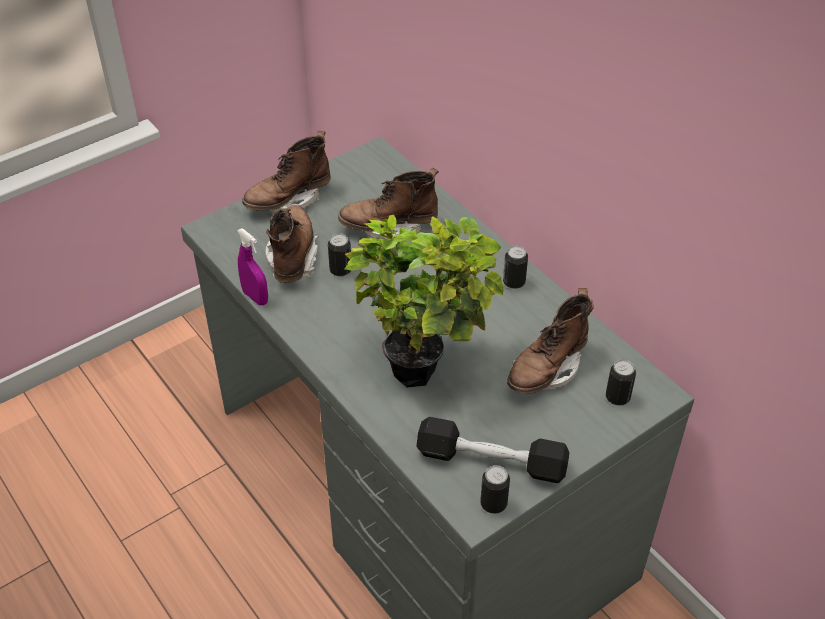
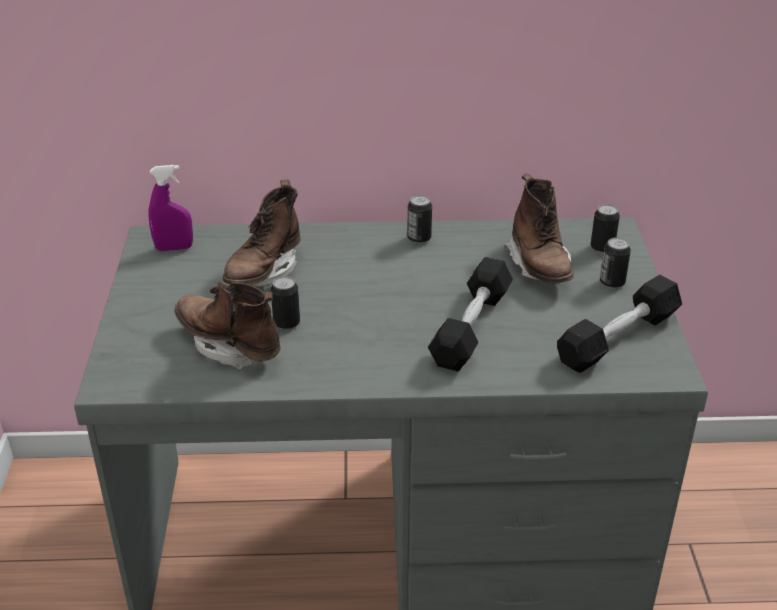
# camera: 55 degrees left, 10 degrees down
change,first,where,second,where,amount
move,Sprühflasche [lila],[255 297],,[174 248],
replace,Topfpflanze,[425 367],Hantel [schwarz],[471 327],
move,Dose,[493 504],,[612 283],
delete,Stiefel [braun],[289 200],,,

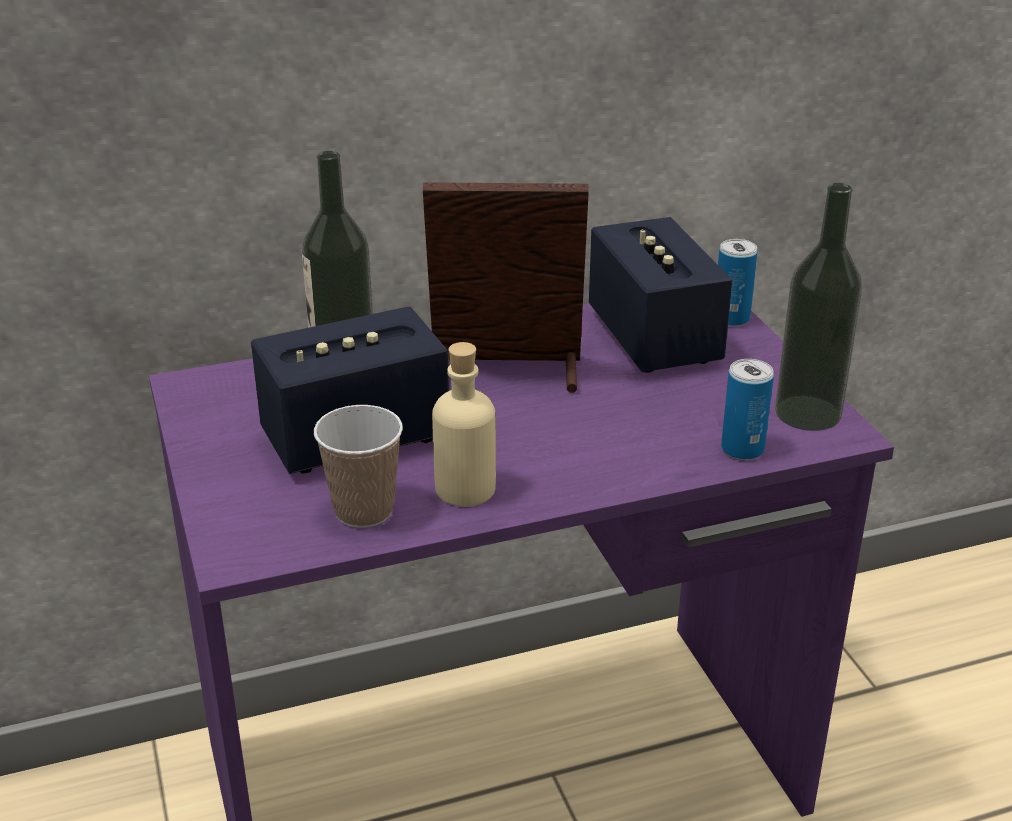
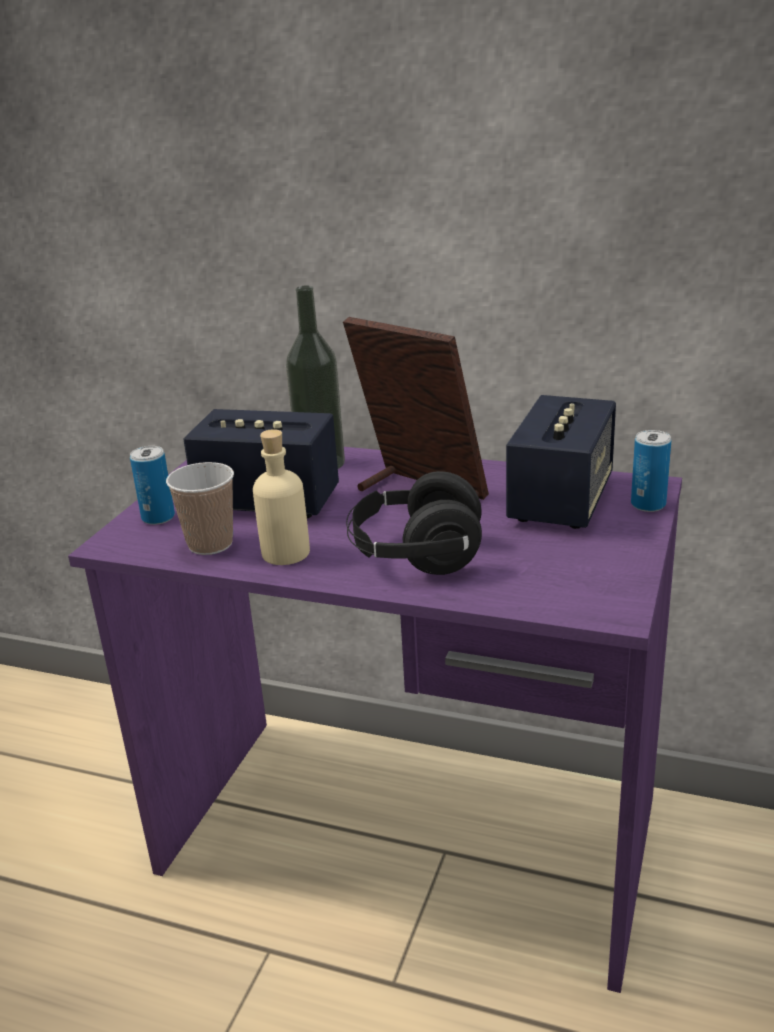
# camera: 40 degrees right, 5 degrees down
change,first,where,second,where,amount
move,Dose,[742 449],,[158 517],
insert,,,Kopfhörer [schwarz],[415 556],
delete,Flasche,[808 413],,,

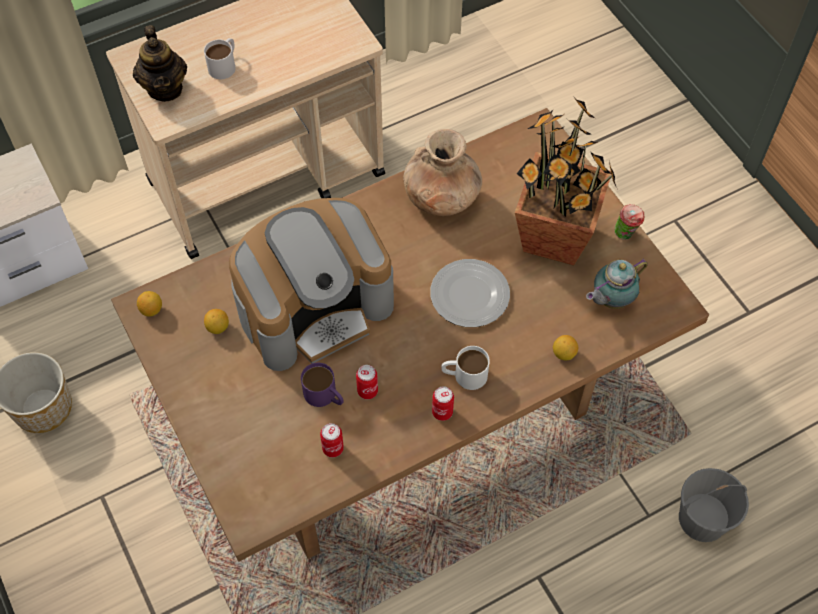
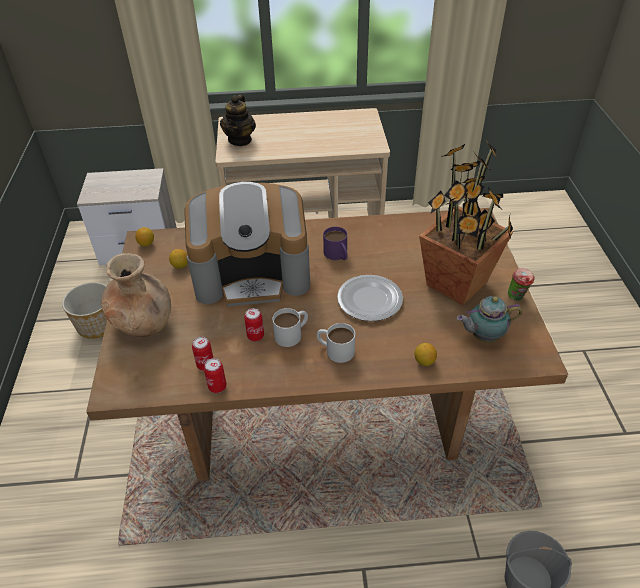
# camera: 25 degrees right, 15 degrees down
change,first,where,second,where,amount
move,Vase [braun],[442 199],,[144 323],
move,Dose,[442 412],,[217 386],
move,Henkelbecher [weiß],[224 64],,[292 333],
move,Henkelbecher [lila],[325 396],,[337 255],

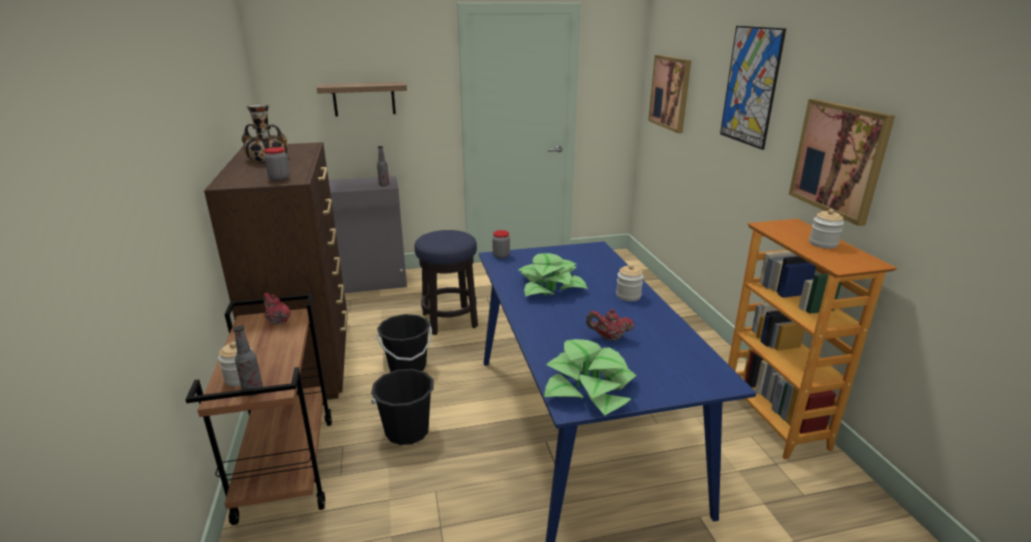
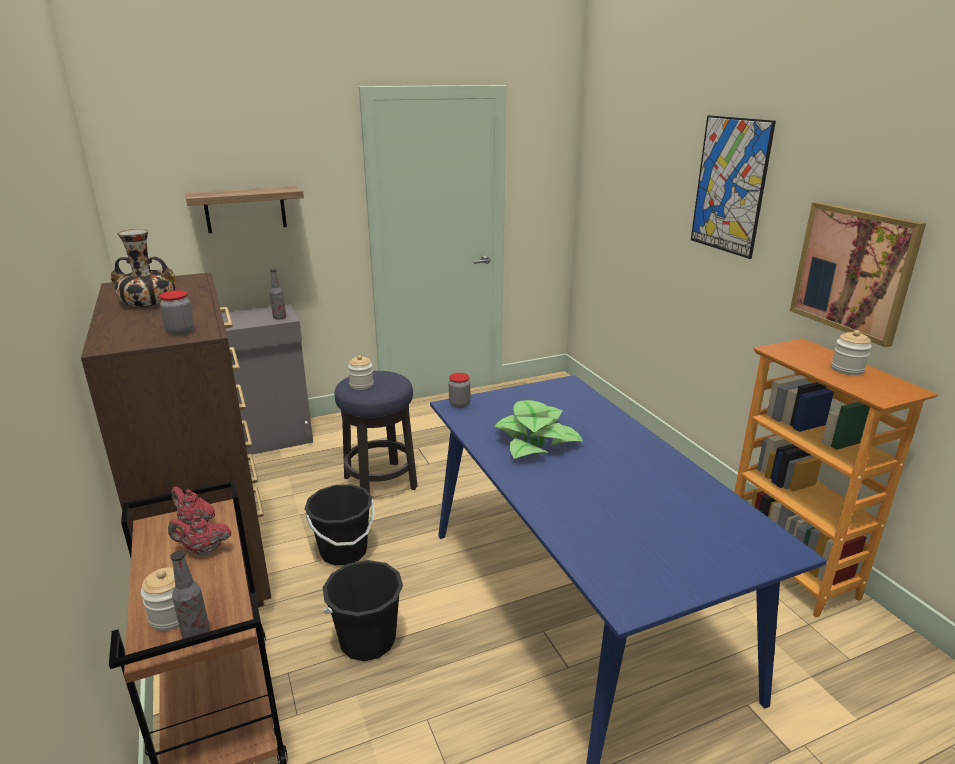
# camera: 10 degrees left, 0 degrees up
change,first,where,second,where,amount
move,Teekanne [rot],[609 338],,[203 550],
move,Vorratsglas,[628 296],,[361 385],
delete,Topfpflanze,[589 388],,,
delete,Bild,[670 92],,,

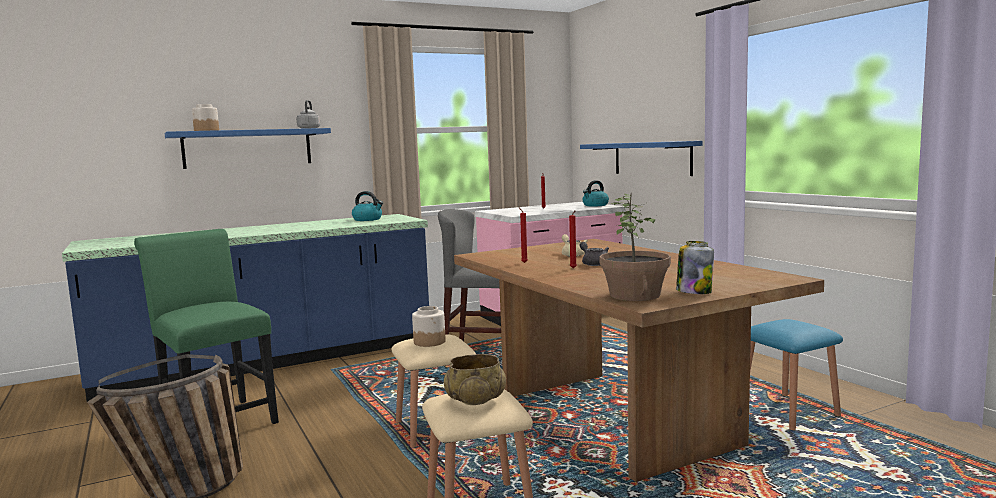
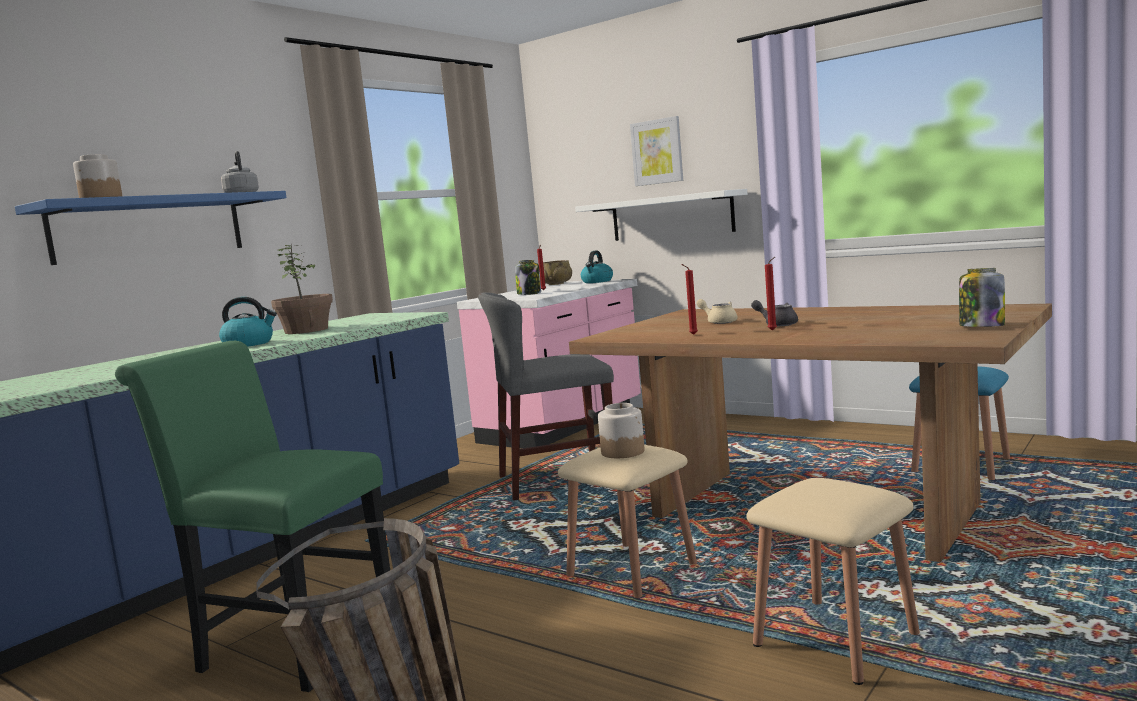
# camera: 25 degrees left, 0 degrees up
change,first,where,second,where,amount
move,Wasserkessel,[368 219],,[249 344],
move,Topfpflanze,[635 295],,[307 330],
insert,,,Vorratsglas,[529 293],
move,Schüssel [beige],[475 400],,[556 284],
recolor,Wandregal [blau],[652 158],Wandregal [weiß],[671 216],
insert,,,Bild,[657 152],

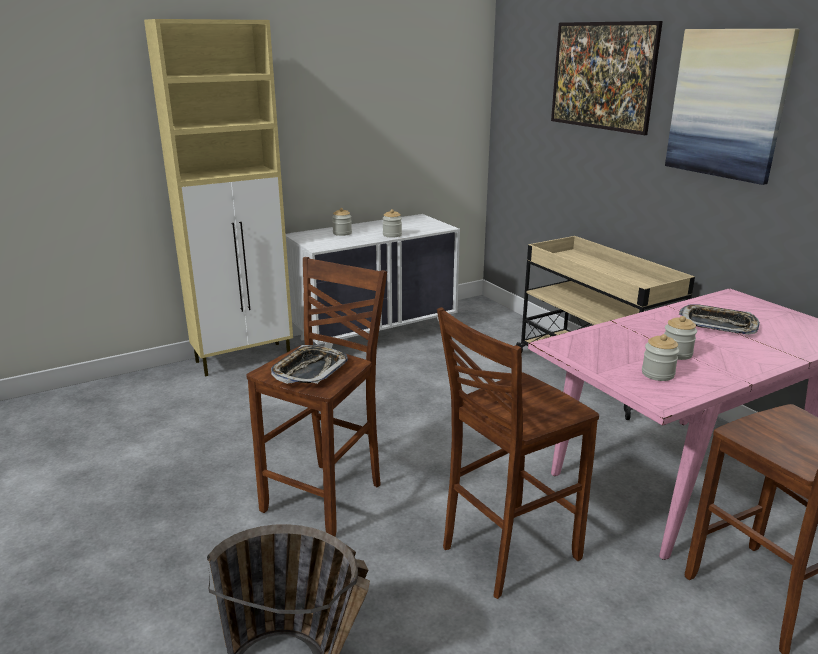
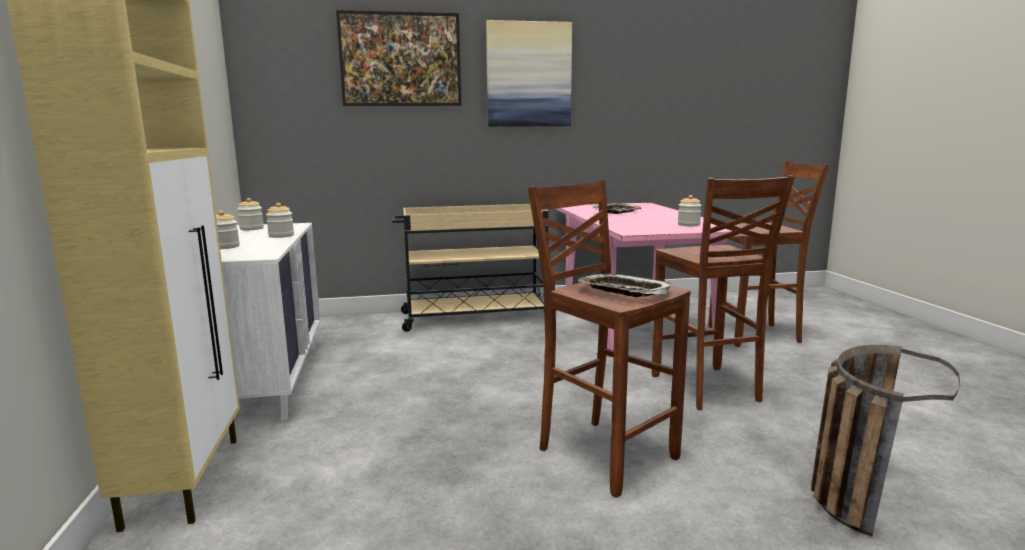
# camera: 70 degrees left, 10 degrees down
change,first,where,second,where,amount
move,Vorratsglas,[676 354],,[251 229],

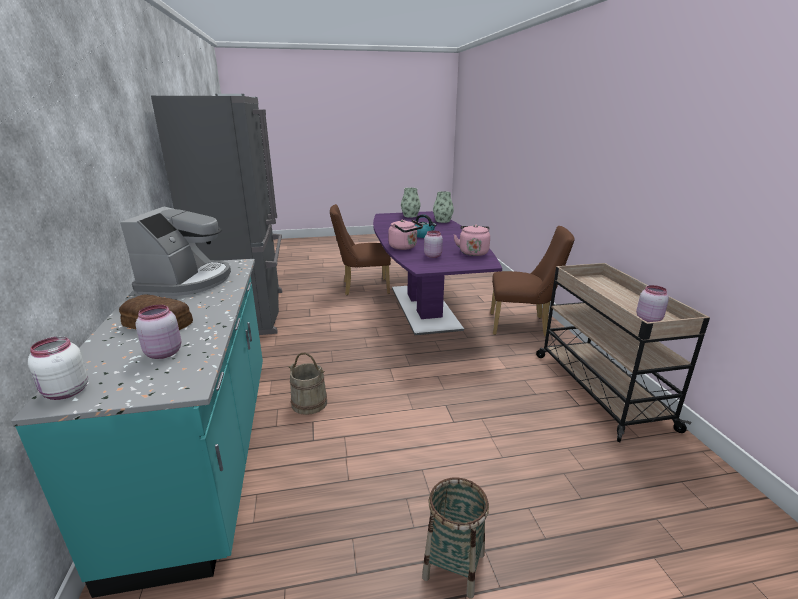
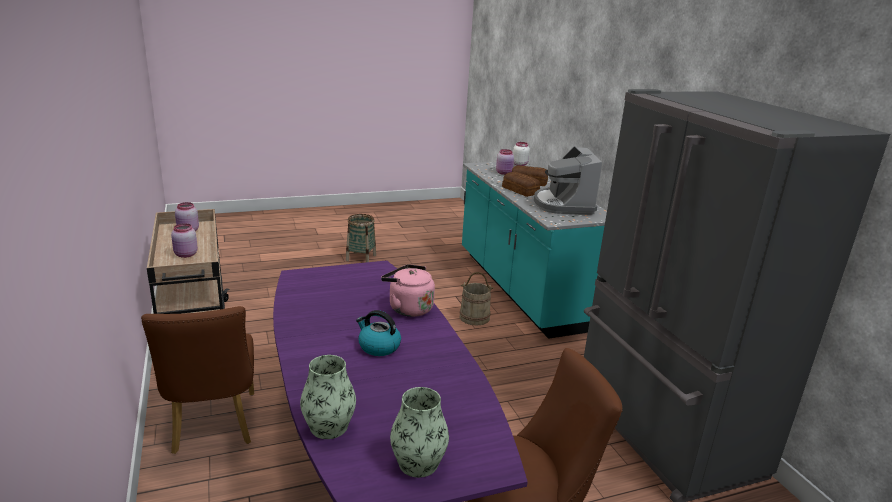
# camera: 170 degrees right, 0 degrees up
change,first,where,second,where,amount
rotate,Stuhl [braun],[523 325],,[213 427],105 degrees counterclockwise
move,Vorratsglas [rosa],[433 256],,[185 255],
insert,,,Brot,[520 190],
delete,Wasserkessel [rosa],[473 252],,,

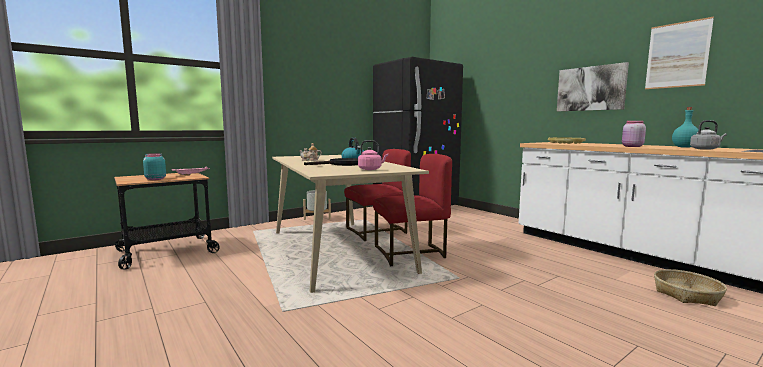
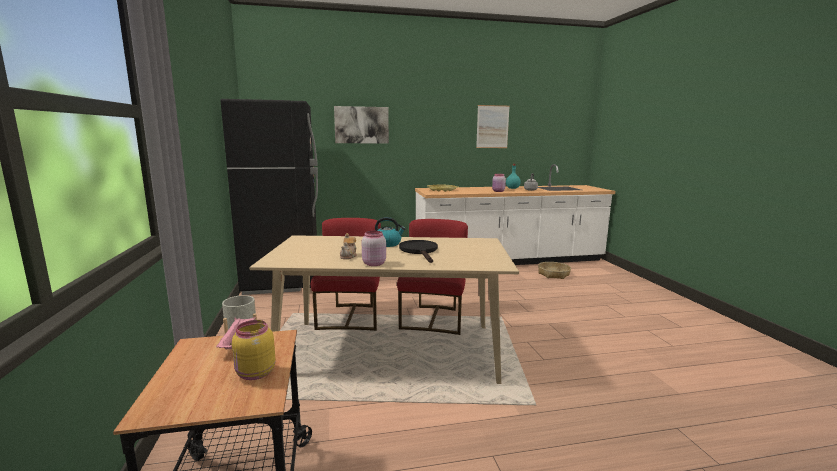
# camera: 65 degrees left, 5 degrees up
change,first,where,second,where,amount
recolor,Vorratsglas [türkis],[155 179],Vorratsglas [gelb],[255 374],
move,Bild,[590 88],,[361 125],
insert,,,Vorratsglas [rosa],[373 264],
delete,Wasserkessel [rosa],[371 169],,,

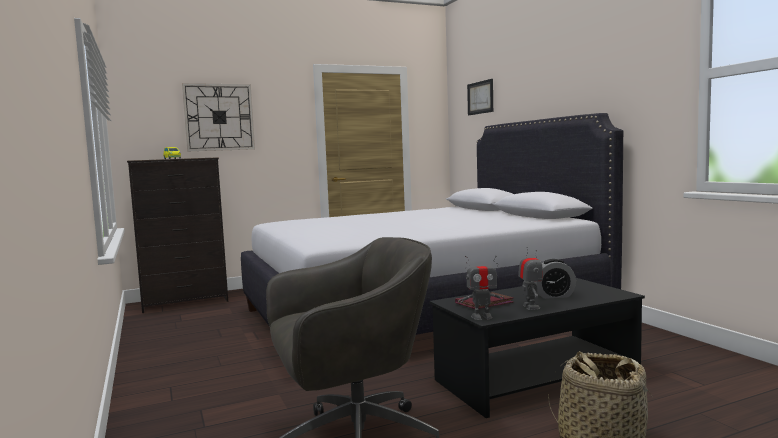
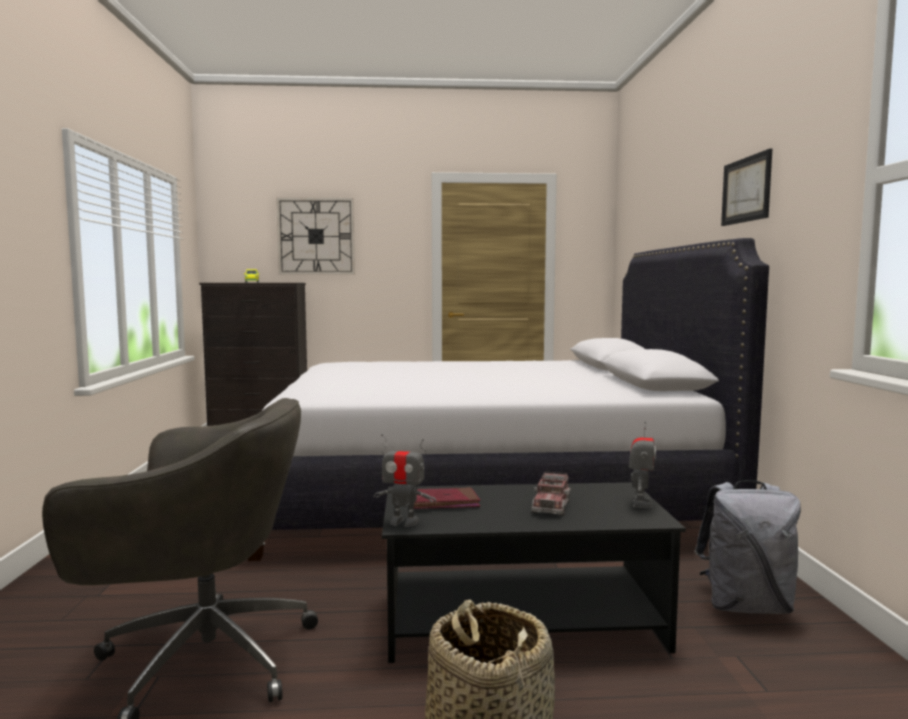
# camera: 20 degrees right, 0 degrees up
change,first,where,second,where,amount
replace,Wecker,[553 296],Spielzeuglaster,[551 506],
move,Spielzeugroboter,[530 307],,[640 503],
insert,,,Rucksack [grau],[746 606],
move,Bild,[480 97],,[746 190],

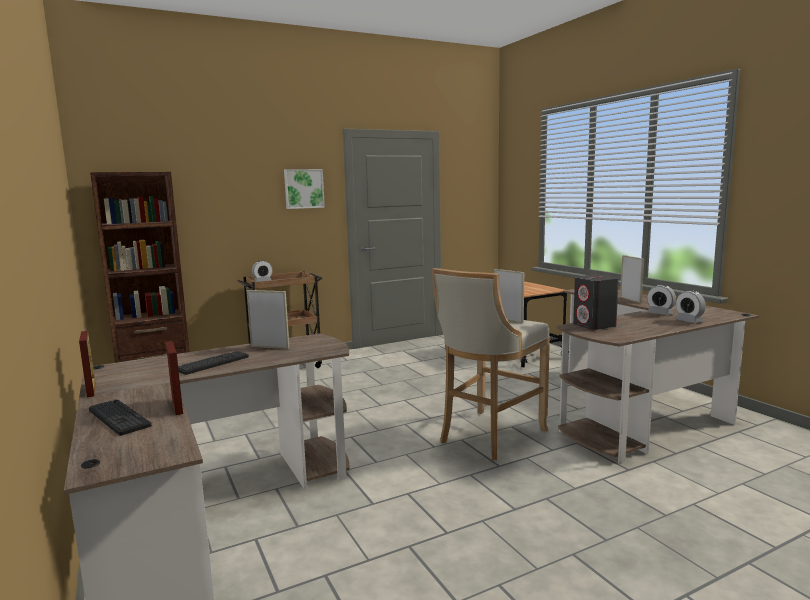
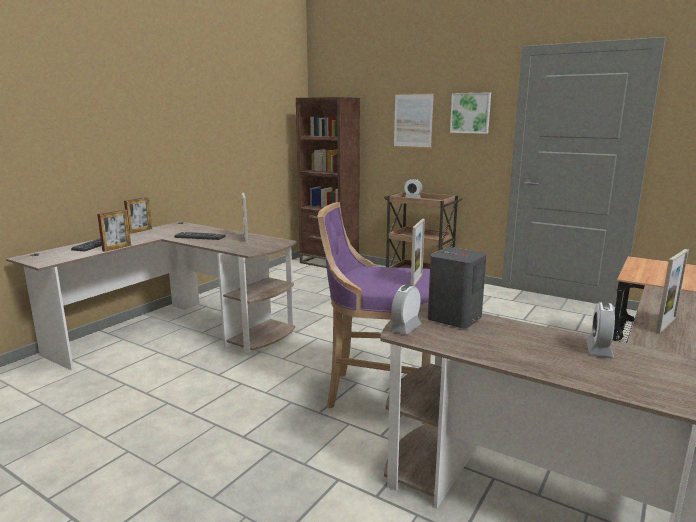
# camera: 60 degrees right, 5 degrees up
change,first,where,second,where,amount
recolor,Hocker [beige],[488 436],Hocker [lila],[376 394],
move,Wecker,[689 321],,[405 328],
insert,,,Bild,[413 120],

